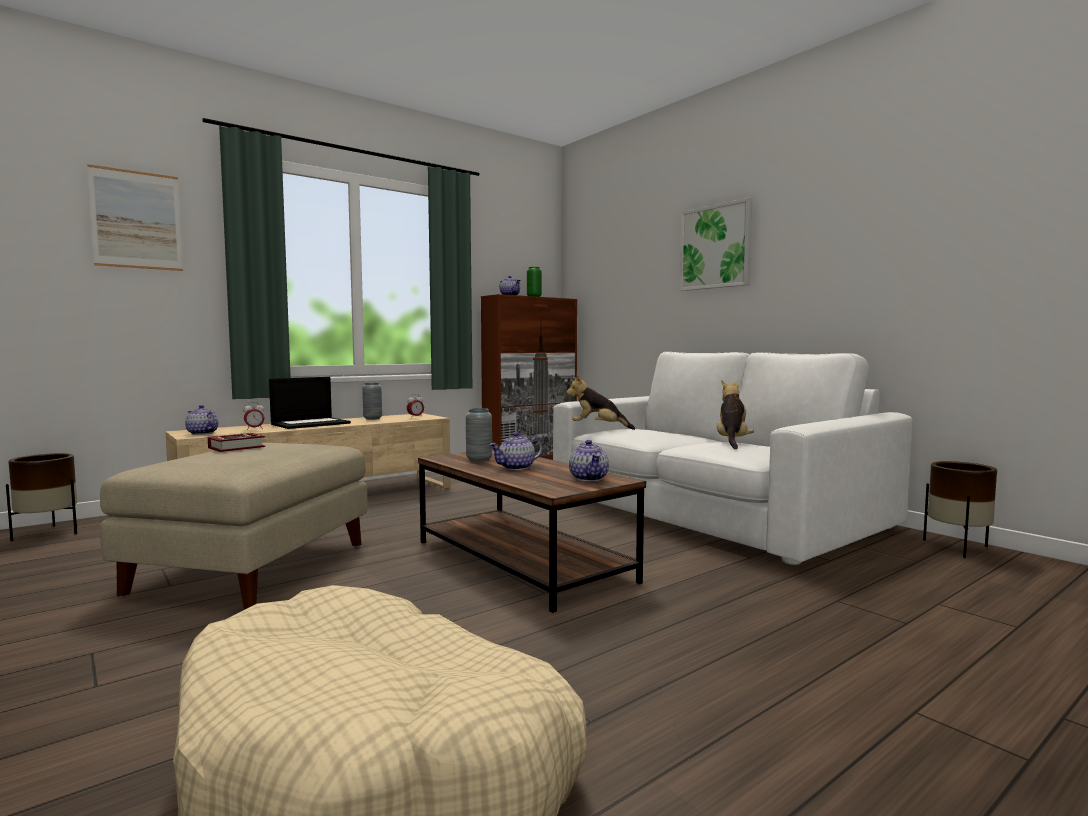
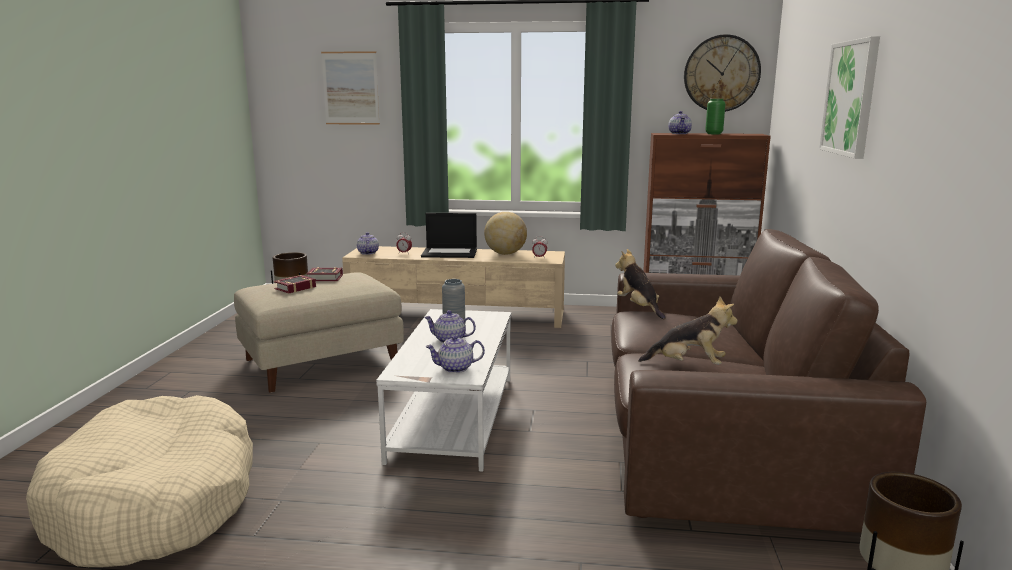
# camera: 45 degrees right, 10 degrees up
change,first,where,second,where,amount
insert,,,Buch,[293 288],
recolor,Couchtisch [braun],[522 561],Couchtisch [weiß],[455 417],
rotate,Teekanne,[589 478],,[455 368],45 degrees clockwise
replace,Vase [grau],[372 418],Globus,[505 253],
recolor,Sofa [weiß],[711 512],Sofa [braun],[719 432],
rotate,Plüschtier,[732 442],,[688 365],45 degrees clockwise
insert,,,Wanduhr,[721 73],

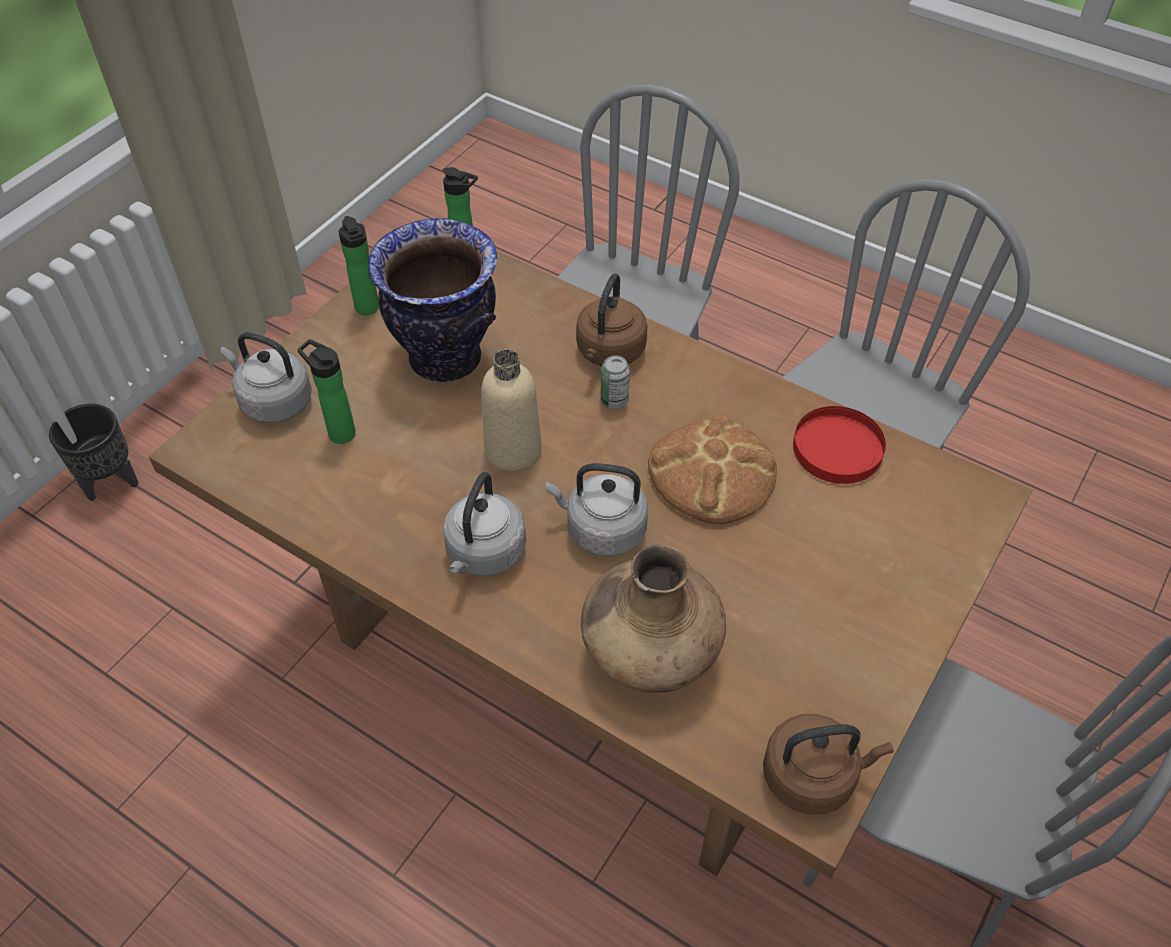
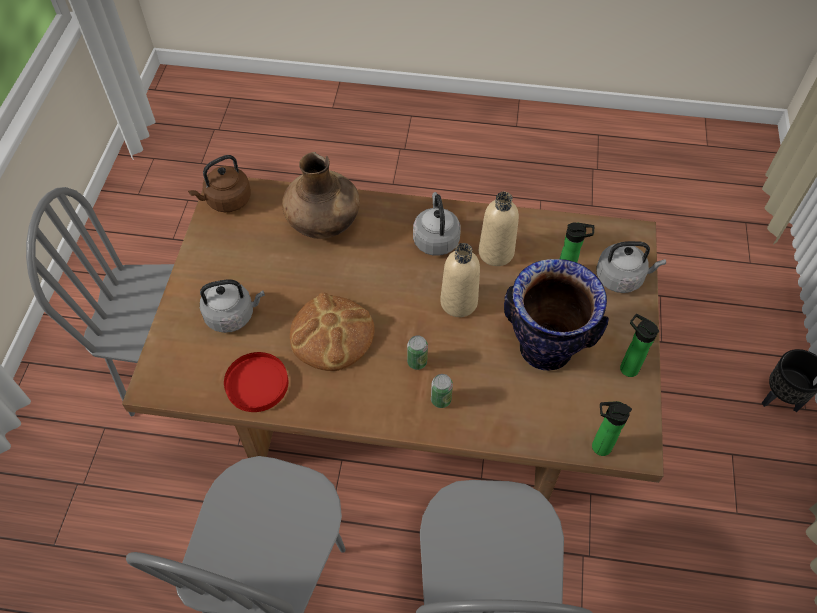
# camera: 155 degrees right, 5 degrees up
change,first,where,second,where,amount
move,Wasserkessel [grau],[601 530],,[233 315],
replace,Wasserkessel [braun],[609 352],Dose,[441 400],
insert,,,Flasche [beige],[496 252],

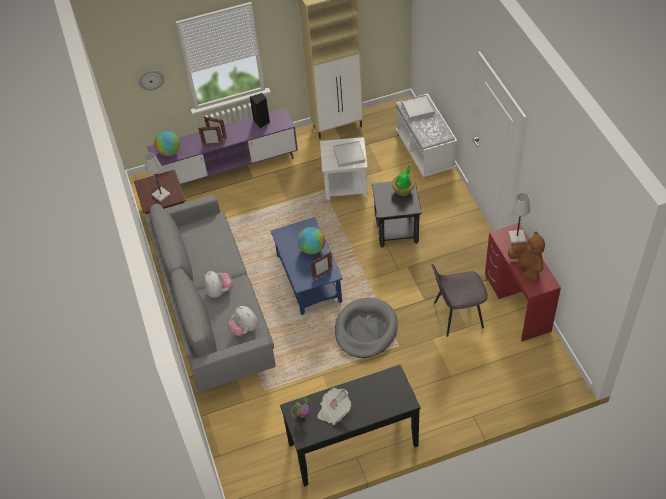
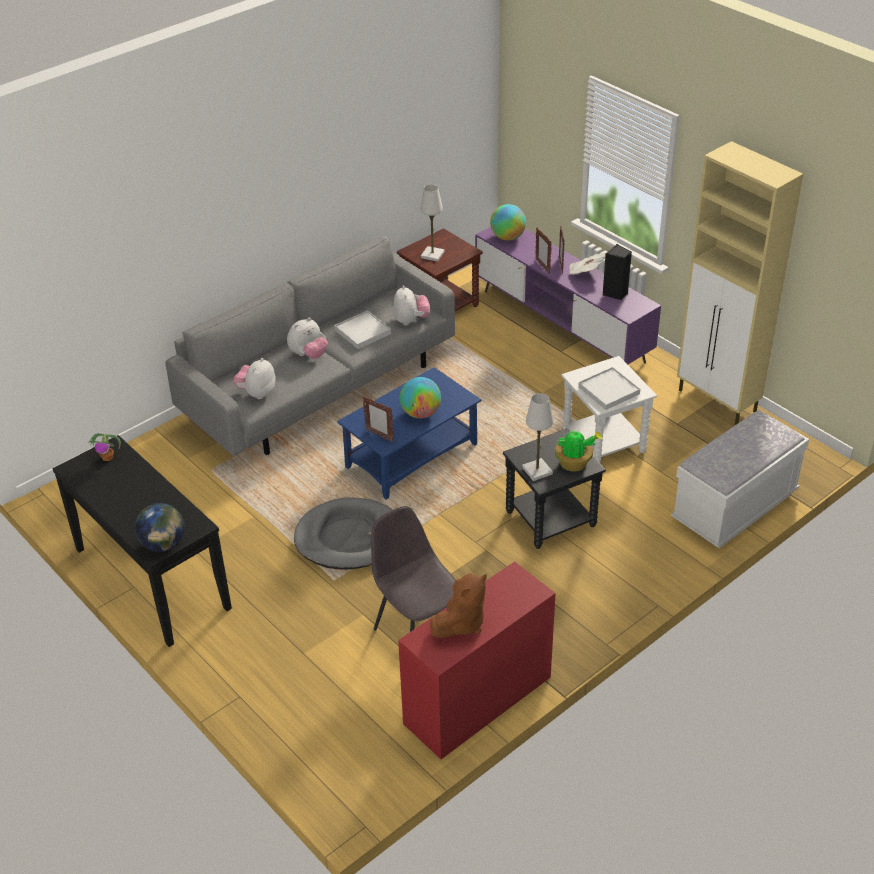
# camera: 65 degrees right, 10 degrees down
change,first,where,second,where,amount
insert,,,Globus,[163 544],
move,Tablett [weiß],[418 108],,[363 332],
insert,,,Plüschtier,[411 320],
move,Tischlampe [weiß],[517 237],,[537 471],
move,Zeitung,[334 411],,[585 272],
delete,Wanduhr,[151 79],,,

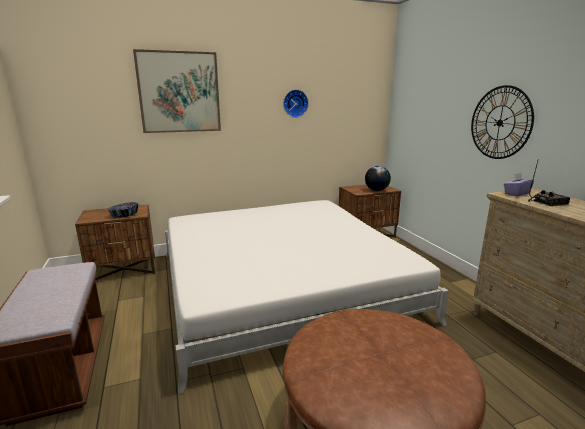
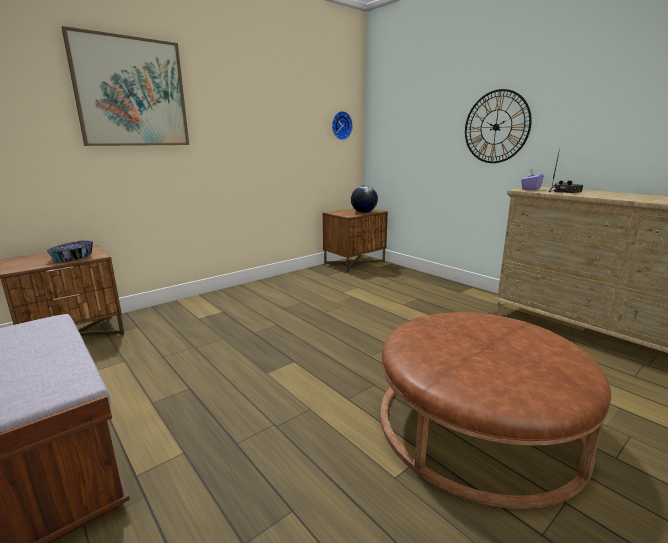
# camera: 20 degrees left, 0 degrees up
change,first,where,second,where,amount
move,Wanduhr,[295 103],,[340 125],
delete,Bett [weiß],[281 284],,,

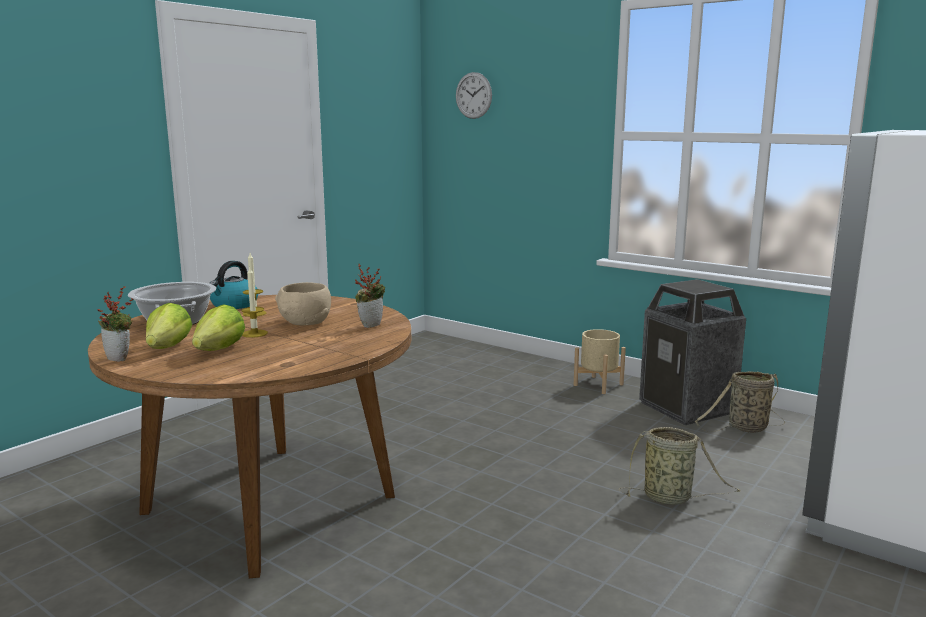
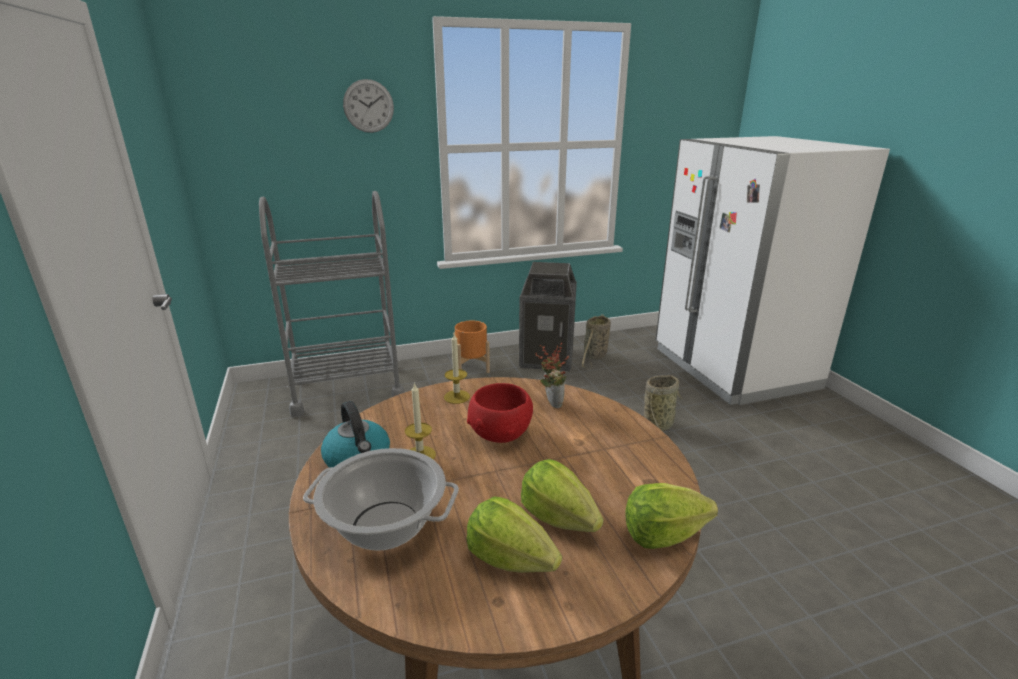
# camera: 55 degrees left, 10 degrees up
change,first,where,second,where,amount
insert,,,Rollwagen [grau],[347 388],
move,Wanduhr,[473 95],,[368 106],
move,Kerze,[254 333],,[456 397],
recolor,Pflanzkübel [beige],[598 385],Pflanzkübel [orange],[471 367],
recolor,Schüssel [beige],[305 322],Schüssel [rot],[501 434],
insert,,,Salatkopf,[663 534],
delete,Topfpflanze,[121 358],,,

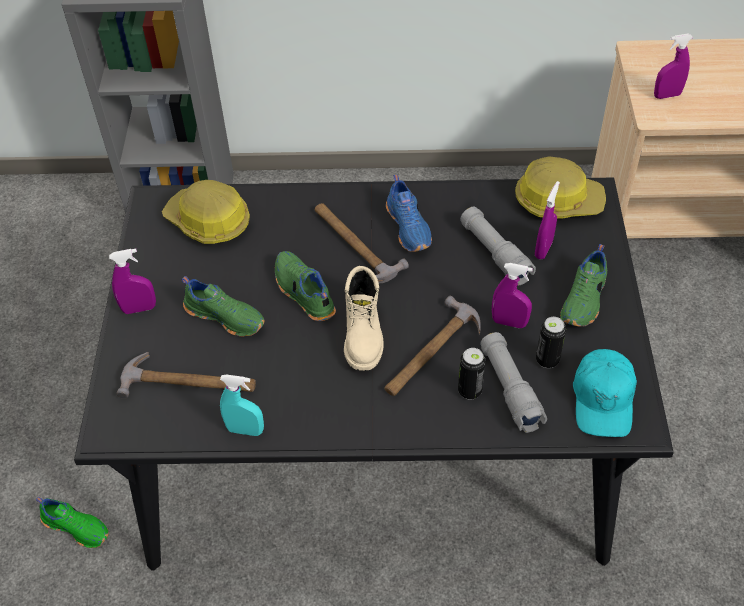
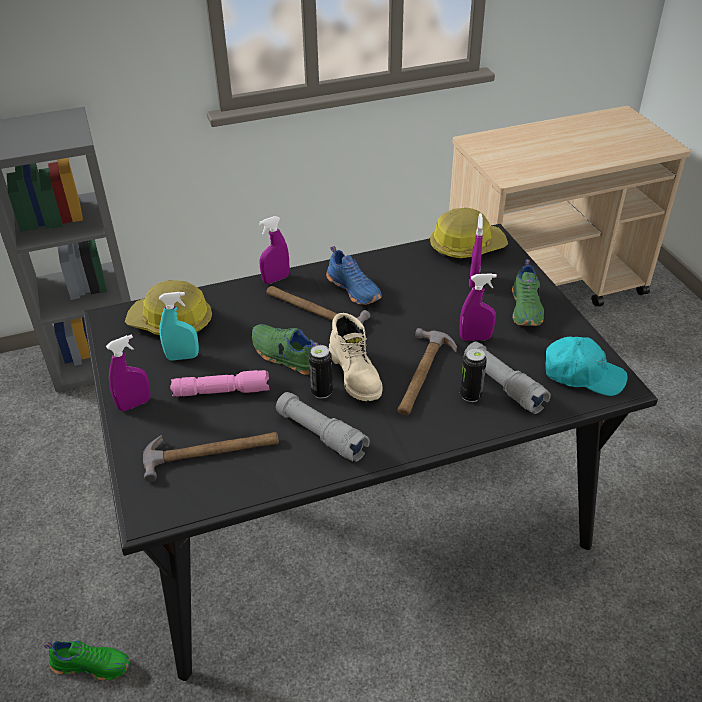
# camera: 20 degrees left, 10 degrees down
change,first,where,second,where,amount
move,Sprühflasche [türkis],[245 430],,[182 357],
replace,Schuh [grün],[226 316],Taschenlampe [rosa],[222 391],
move,Sprühflasche [lila],[667 95],,[276 279],
move,Taschenlampe [grau],[495 253],,[321 435],
move,Dose,[547 360],,[321 392],
rotate,Kappe [türkis],[603 399],,[582 374],60 degrees counterclockwise

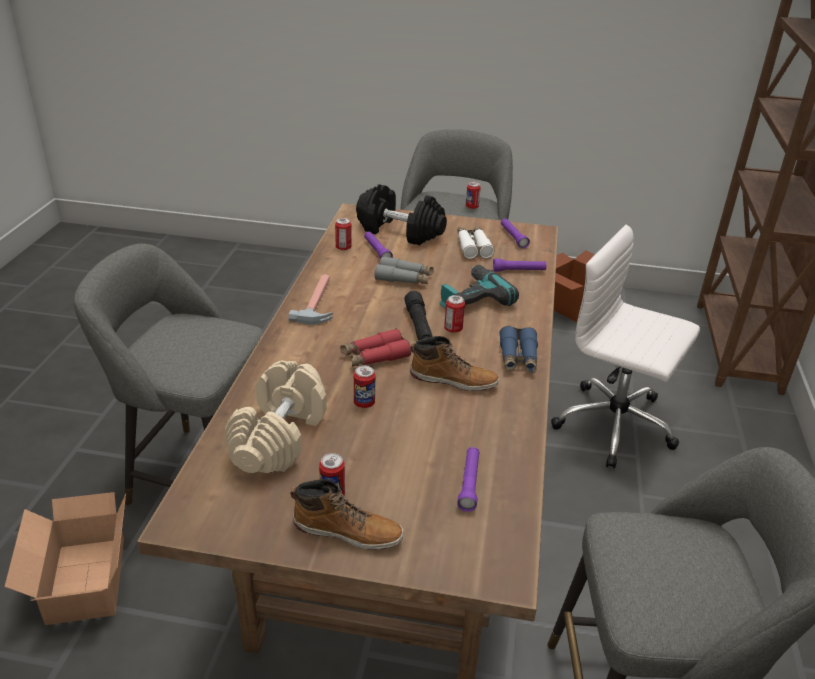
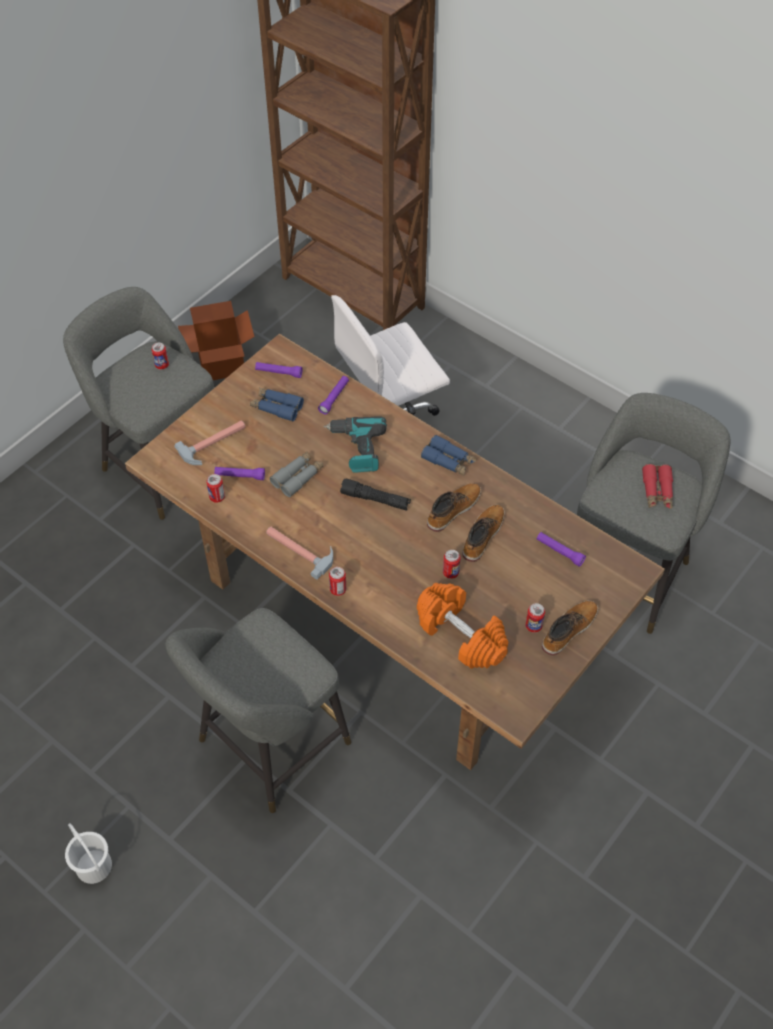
# camera: 60 degrees left, 20 degrees up
change,first,where,second,where,amount
insert,,,Eimer [weiß],[93 866],
replace,Hantel [schwarz],[400 231],Hammer,[214 444],
recolor,Fernglas [weiß],[473 247],Fernglas [blau],[276 407],
move,Dose,[453 329],,[338 589],
recolor,Hantel [beige],[279 437],Hantel [orange],[461 635],
insert,,,Stiefel,[482 536],
move,Fernglas [rot],[375 356],,[657 491],
delete,Karton,[81 583],,,

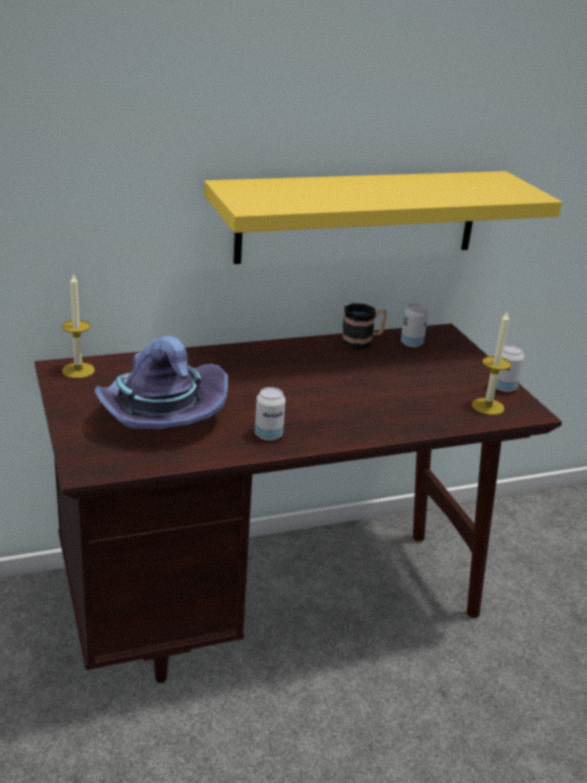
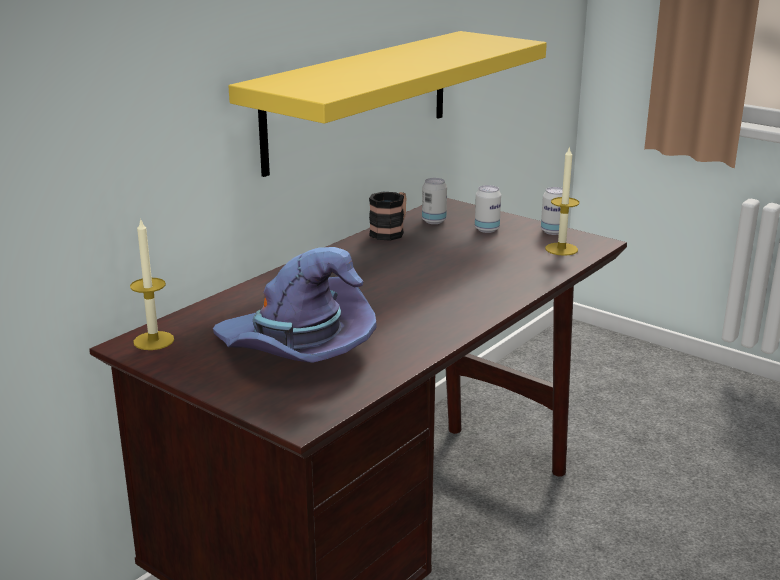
# camera: 30 degrees left, 5 degrees down
change,first,where,second,where,amount
move,Dose,[268 435],,[487 229],

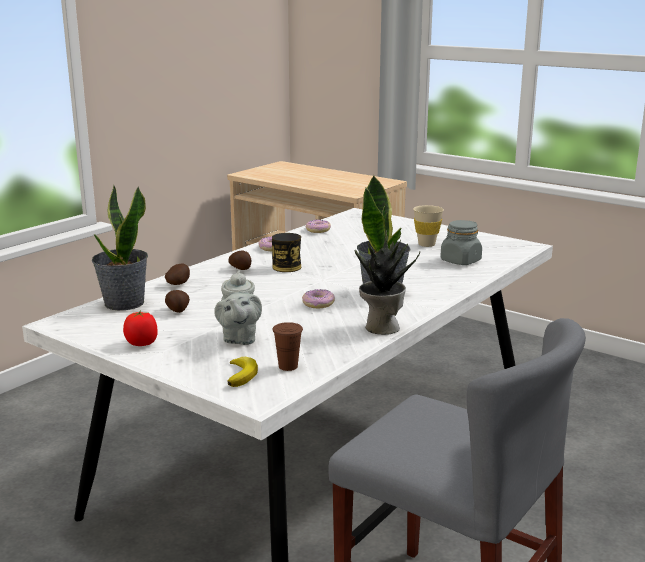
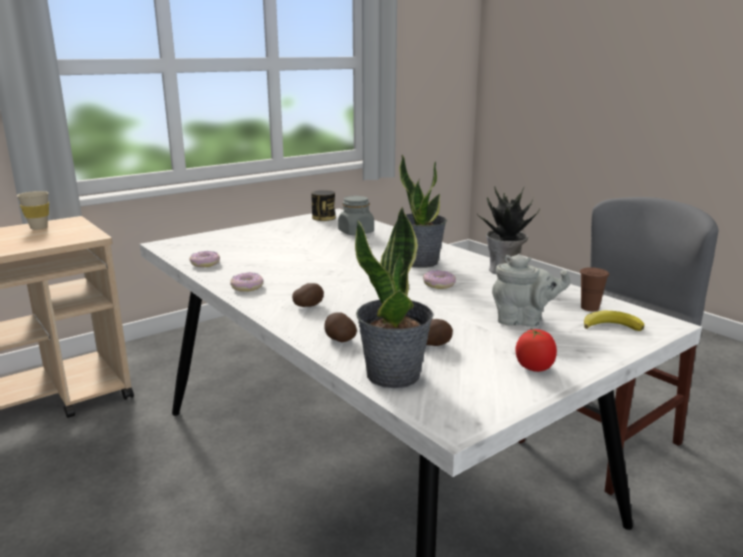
# camera: 75 degrees left, 0 degrees up
change,first,where,second,where,amount
move,Tasse [beige],[426 244],,[39 228],
move,Dose,[286 267],,[323 218],

